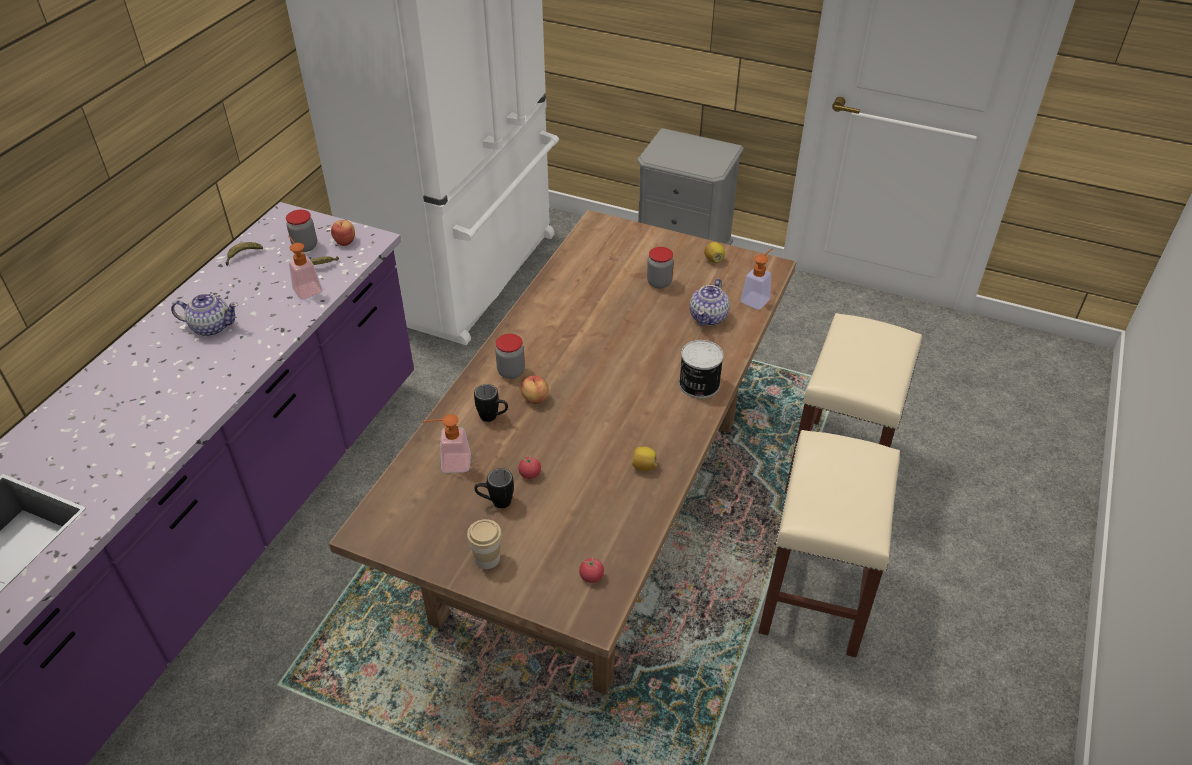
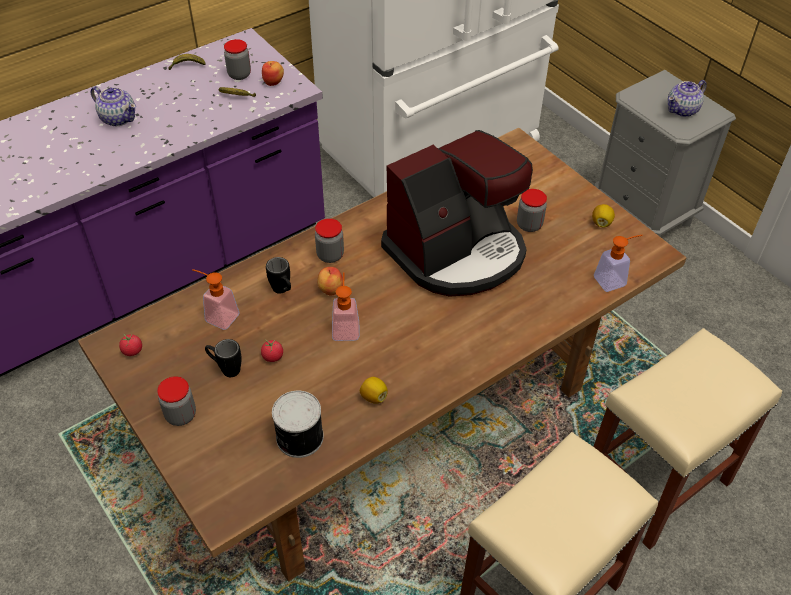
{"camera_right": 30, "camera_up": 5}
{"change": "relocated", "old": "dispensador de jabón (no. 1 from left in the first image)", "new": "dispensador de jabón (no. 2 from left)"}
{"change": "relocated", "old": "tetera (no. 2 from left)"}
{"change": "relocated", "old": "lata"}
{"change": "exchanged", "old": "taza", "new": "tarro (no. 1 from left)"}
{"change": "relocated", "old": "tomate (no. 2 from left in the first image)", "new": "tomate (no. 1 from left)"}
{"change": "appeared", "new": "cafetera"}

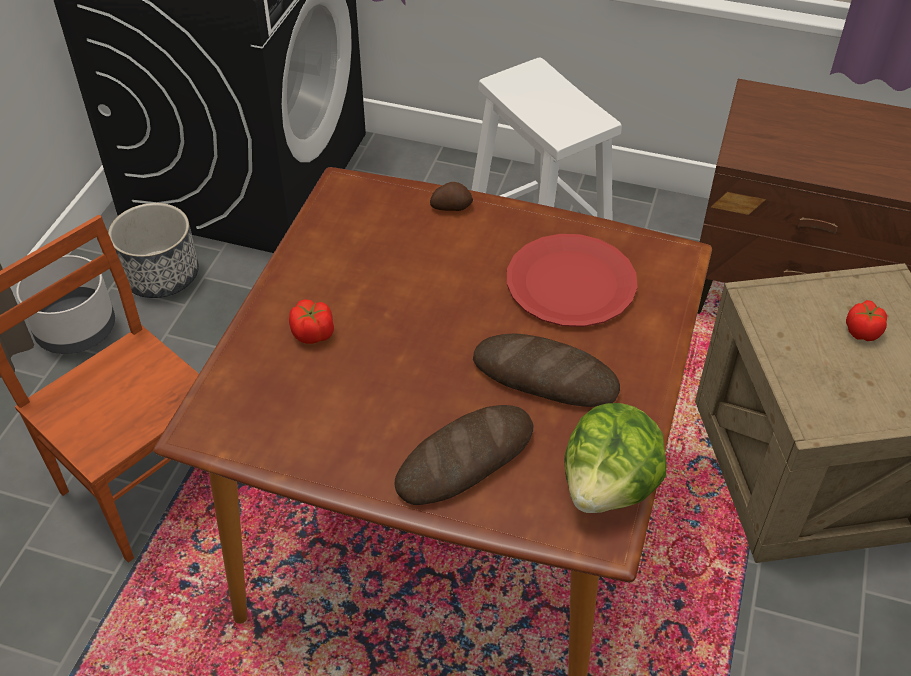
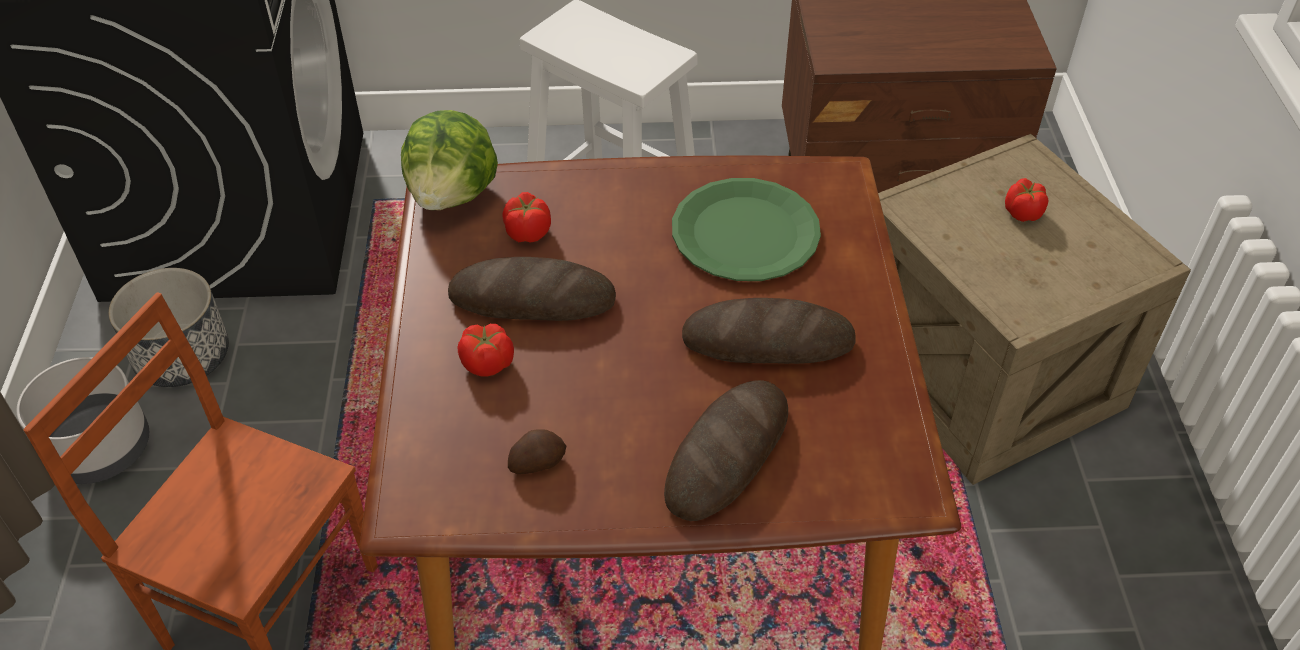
{"camera_right": -20, "camera_up": 0}
{"change": "relocated", "old": "patata"}
{"change": "colour", "old": "plato [rojo]", "new": "plato [verde]"}
{"change": "relocated", "old": "lechuga"}
{"change": "appeared", "new": "tomate (no. 2 from left)"}
{"change": "appeared", "new": "pan (no. 1 from left)"}

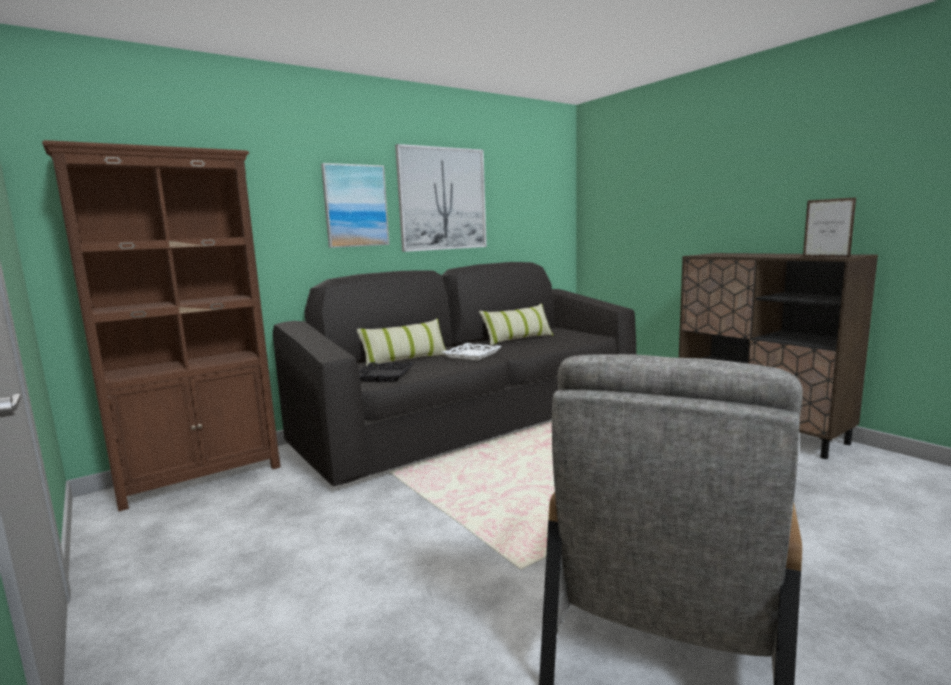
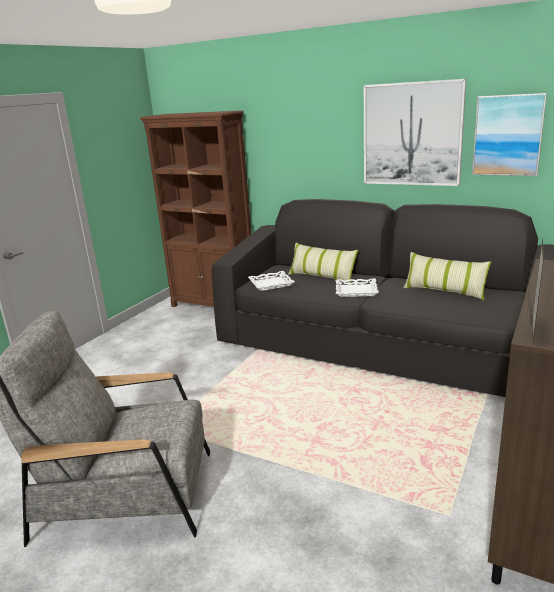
{"camera_right": 65, "camera_up": 10}
{"change": "relocated", "old": "cuadro (no. 1 from left in the first image)", "new": "cuadro (no. 2 from left)"}
{"change": "colour", "old": "bandeja [negro]", "new": "bandeja [blanco] (no. 1 from left)"}

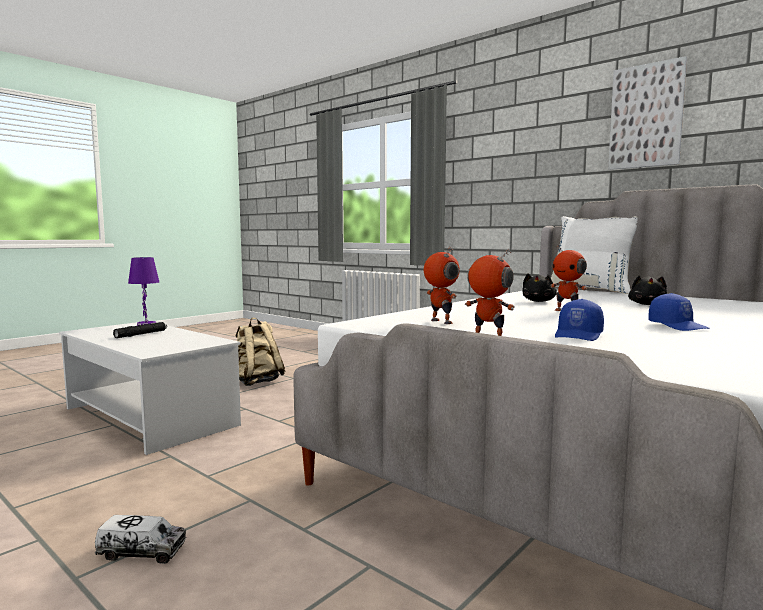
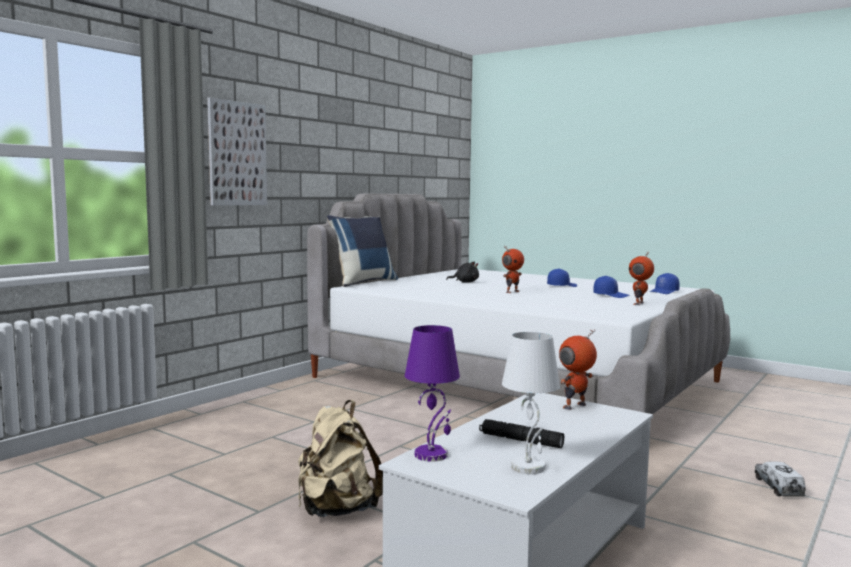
{"camera_right": -95, "camera_up": 0}
{"change": "relocated", "old": "cuadro"}
{"change": "colour", "old": "cojín [blanco]", "new": "cojín [azul]"}
{"change": "relocated", "old": "robot de juguete (no. 1 from left in the first image)", "new": "robot de juguete (no. 2 from left)"}
{"change": "missing", "old": "peluche [negro] (no. 1 from left)"}
{"change": "appeared", "new": "gorra [azul] (no. 3 from left)"}
{"change": "appeared", "new": "lámpara de mesa [blanco]"}

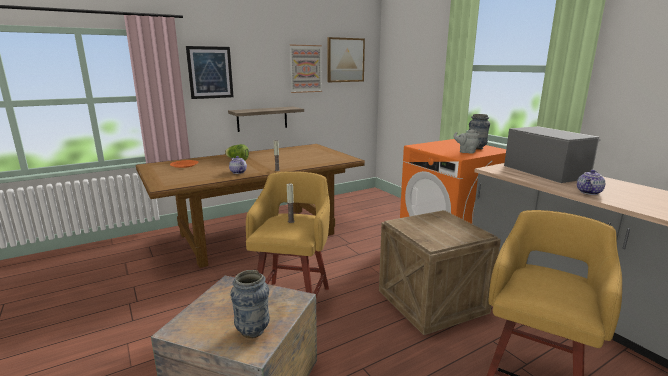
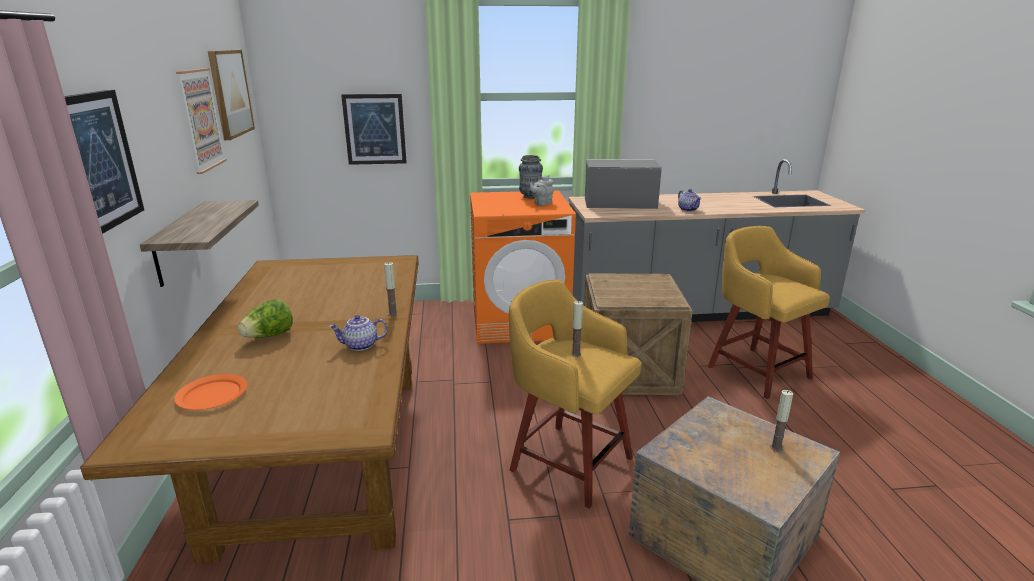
{"camera_right": -65, "camera_up": 5}
{"change": "exchanged", "old": "florero (no. 1 from left)", "new": "vela (no. 3 from left)"}
{"change": "appeared", "new": "cuadro (no. 4 from left)"}

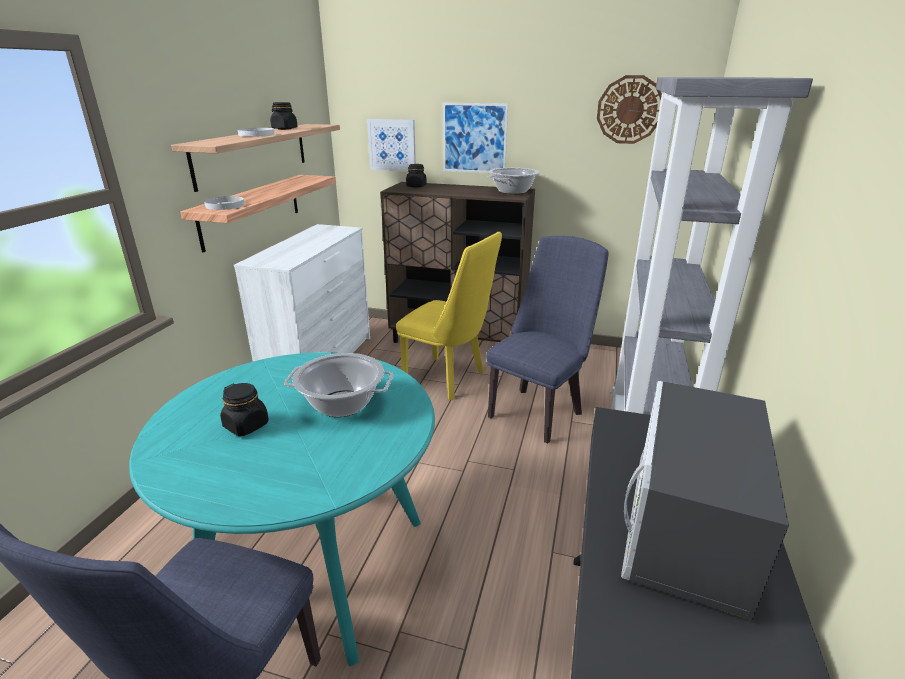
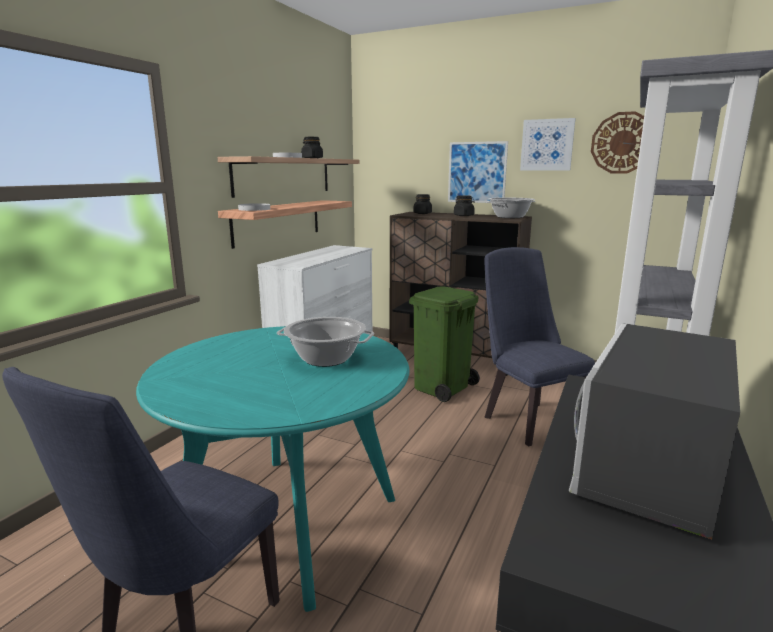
{"camera_right": 10, "camera_up": -10}
{"change": "relocated", "old": "cuadro (no. 1 from left in the first image)", "new": "cuadro (no. 2 from left)"}
{"change": "exchanged", "old": "silla [amarillo]", "new": "papelera [verde]"}
{"change": "spun", "old": "silla [azul] (no. 2 from left)", "degrees": -75}
{"change": "relocated", "old": "tarro [negro] (no. 1 from left in the first image)", "new": "tarro [negro] (no. 3 from left)"}

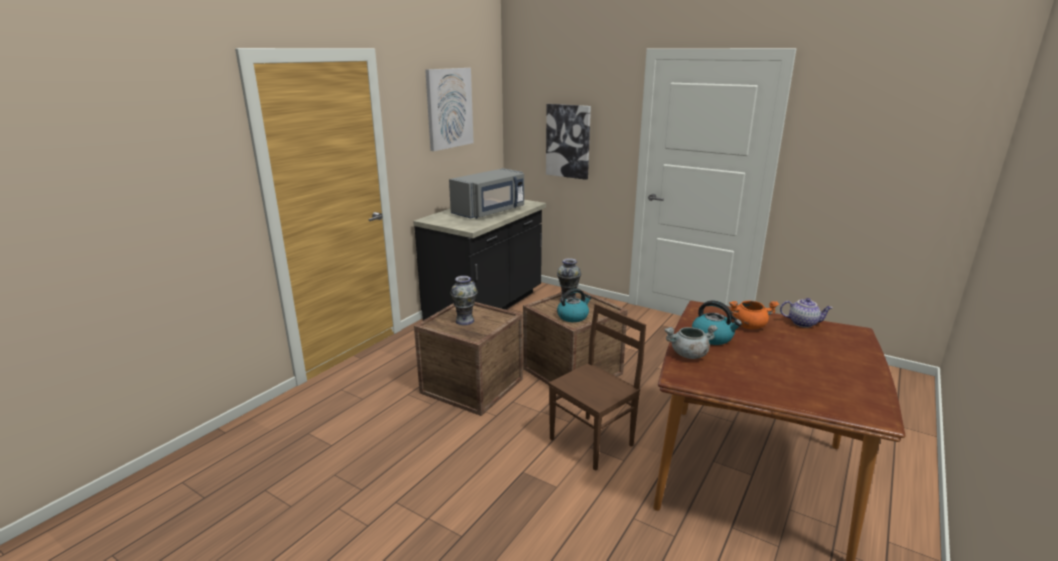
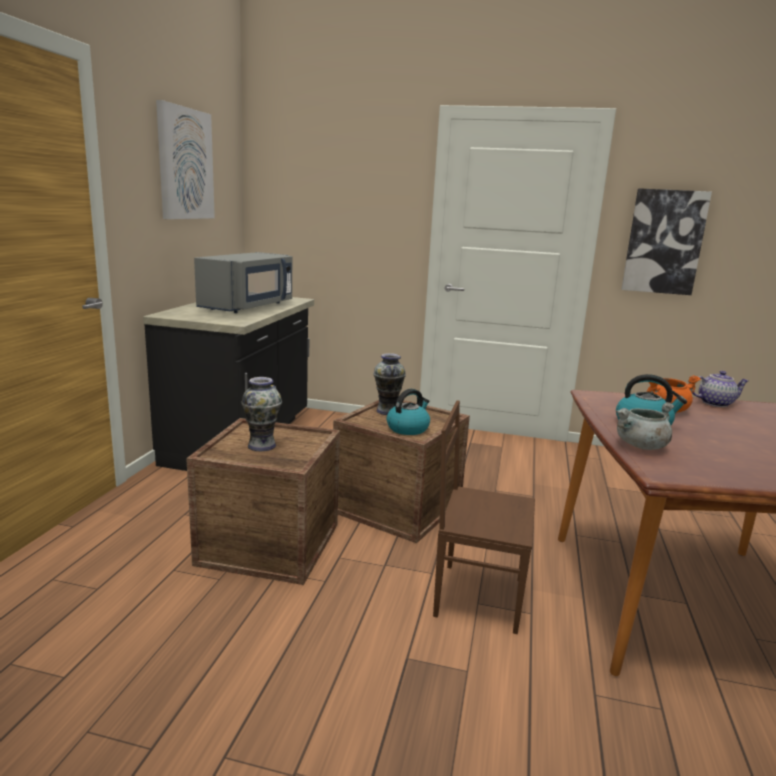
{"camera_right": -20, "camera_up": -5}
{"change": "relocated", "old": "cuadro (no. 2 from left)"}
{"change": "spun", "old": "silla [marrón]", "degrees": -105}

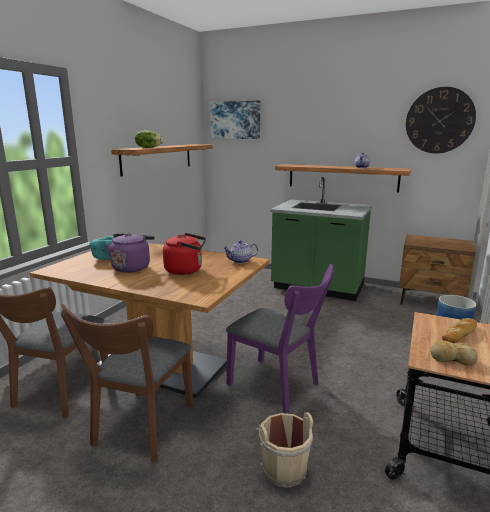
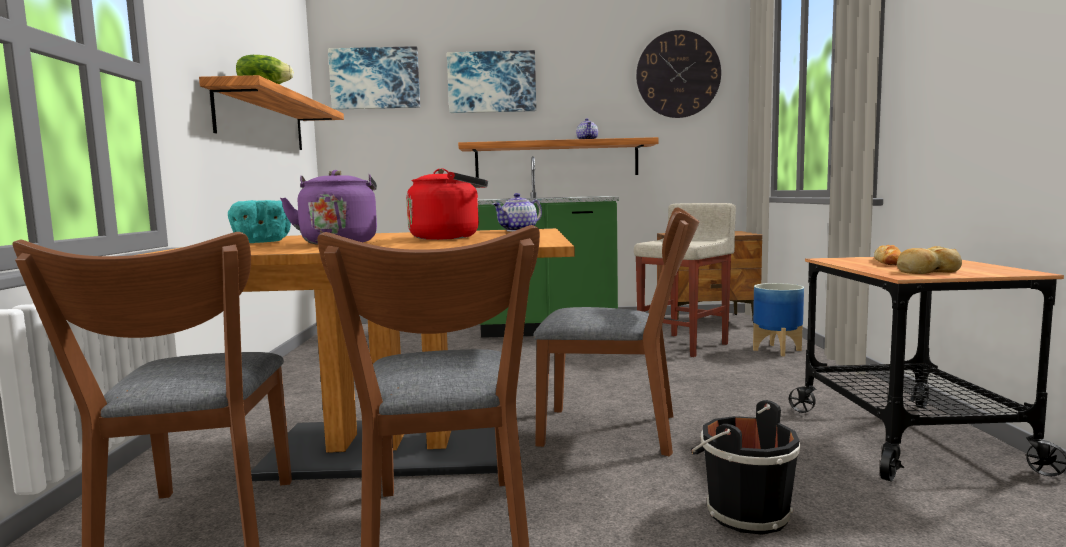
{"camera_right": -25, "camera_up": -10}
{"change": "colour", "old": "silla [morado]", "new": "silla [marrón] (no. 3 from left)"}
{"change": "colour", "old": "cubo [beis]", "new": "cubo [negro]"}
{"change": "appeared", "new": "cuadro (no. 2 from left)"}
{"change": "appeared", "new": "taburete [beis]"}

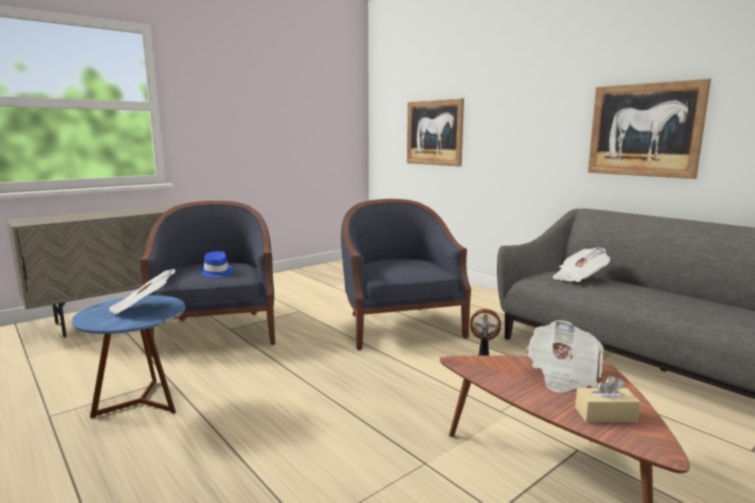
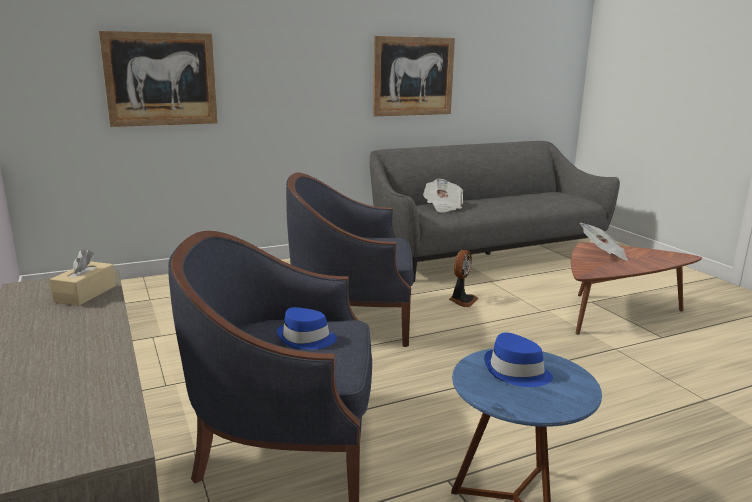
{"camera_right": -75, "camera_up": 5}
{"change": "exchanged", "old": "periódico (no. 1 from left)", "new": "sombrero [azul] (no. 2 from left)"}
{"change": "relocated", "old": "caja de pañuelos [beis]"}

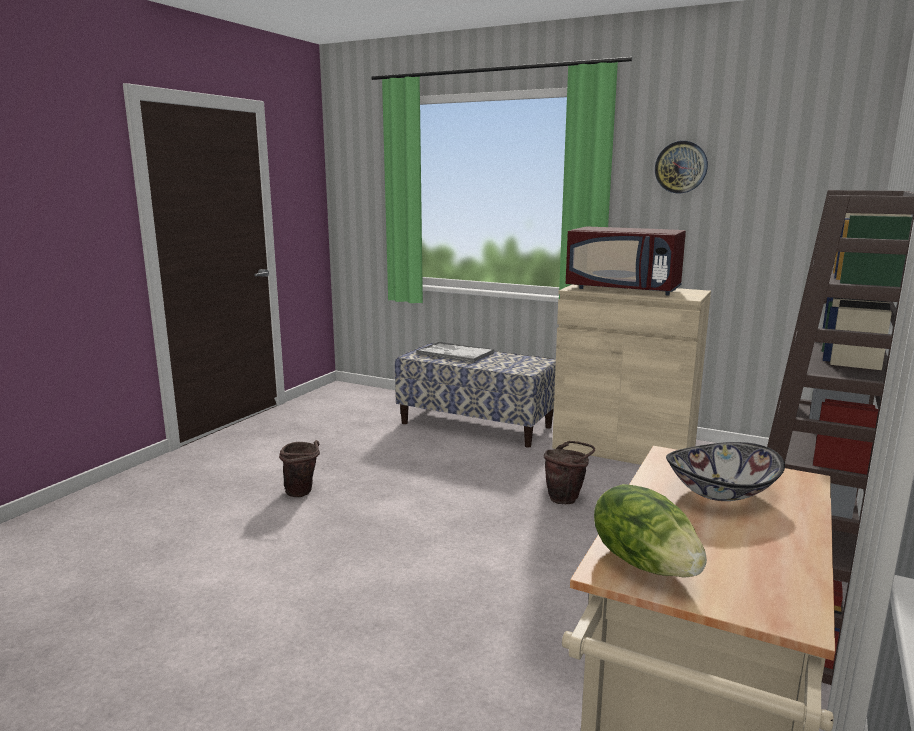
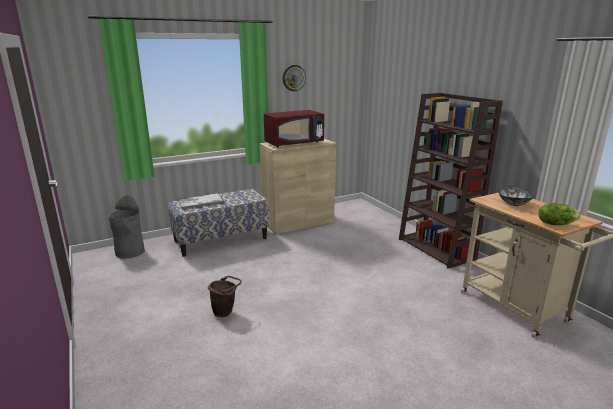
{"camera_right": -55, "camera_up": 5}
{"change": "missing", "old": "cubo [marrón] (no. 2 from left)"}
{"change": "appeared", "new": "papelera [gris]"}

